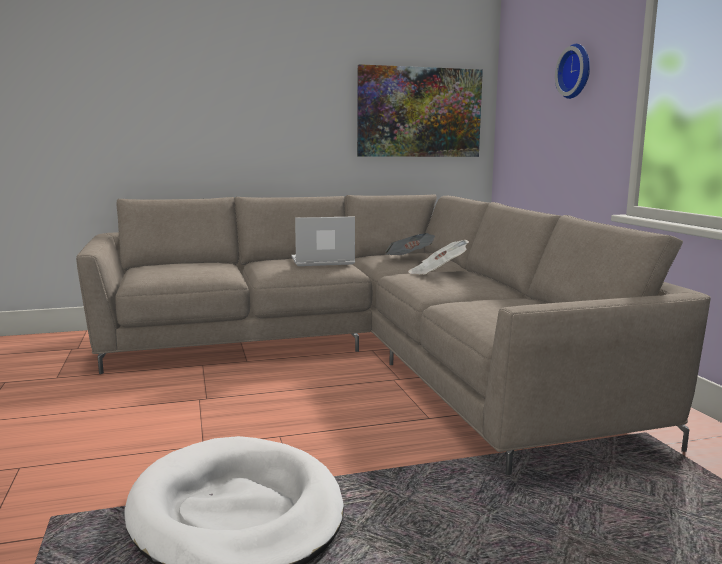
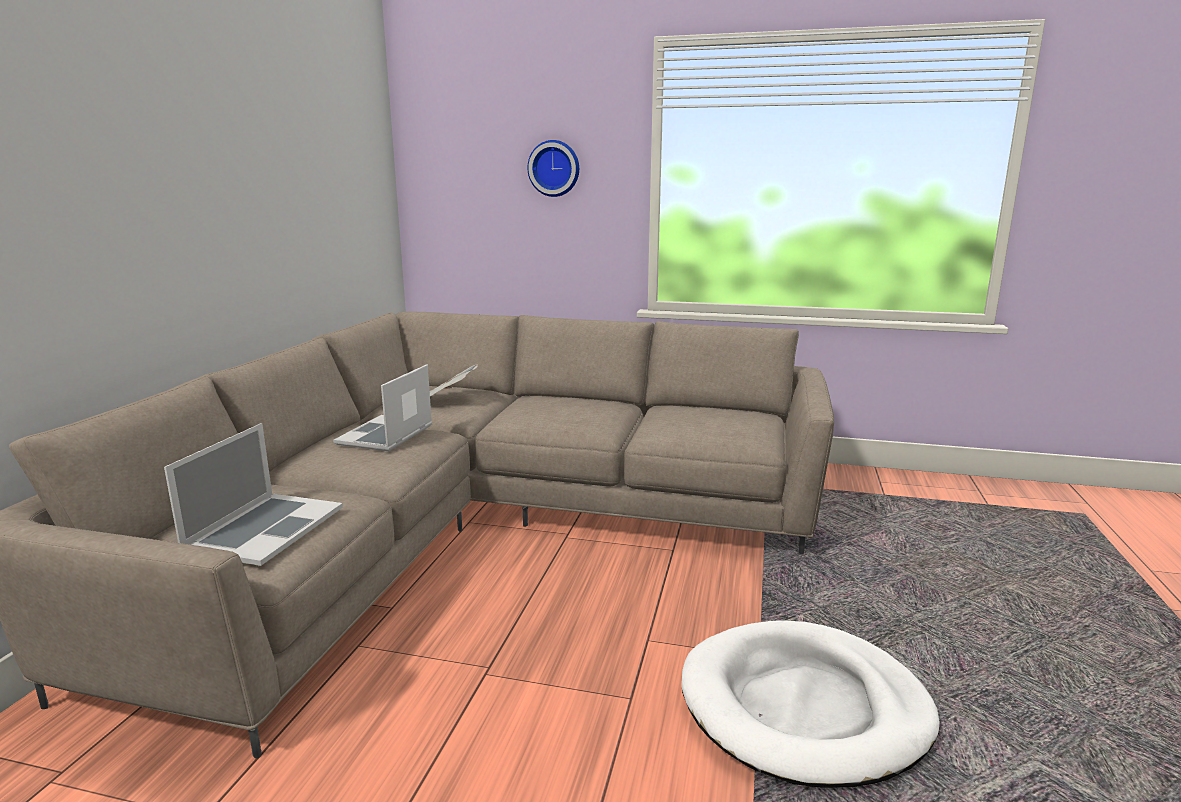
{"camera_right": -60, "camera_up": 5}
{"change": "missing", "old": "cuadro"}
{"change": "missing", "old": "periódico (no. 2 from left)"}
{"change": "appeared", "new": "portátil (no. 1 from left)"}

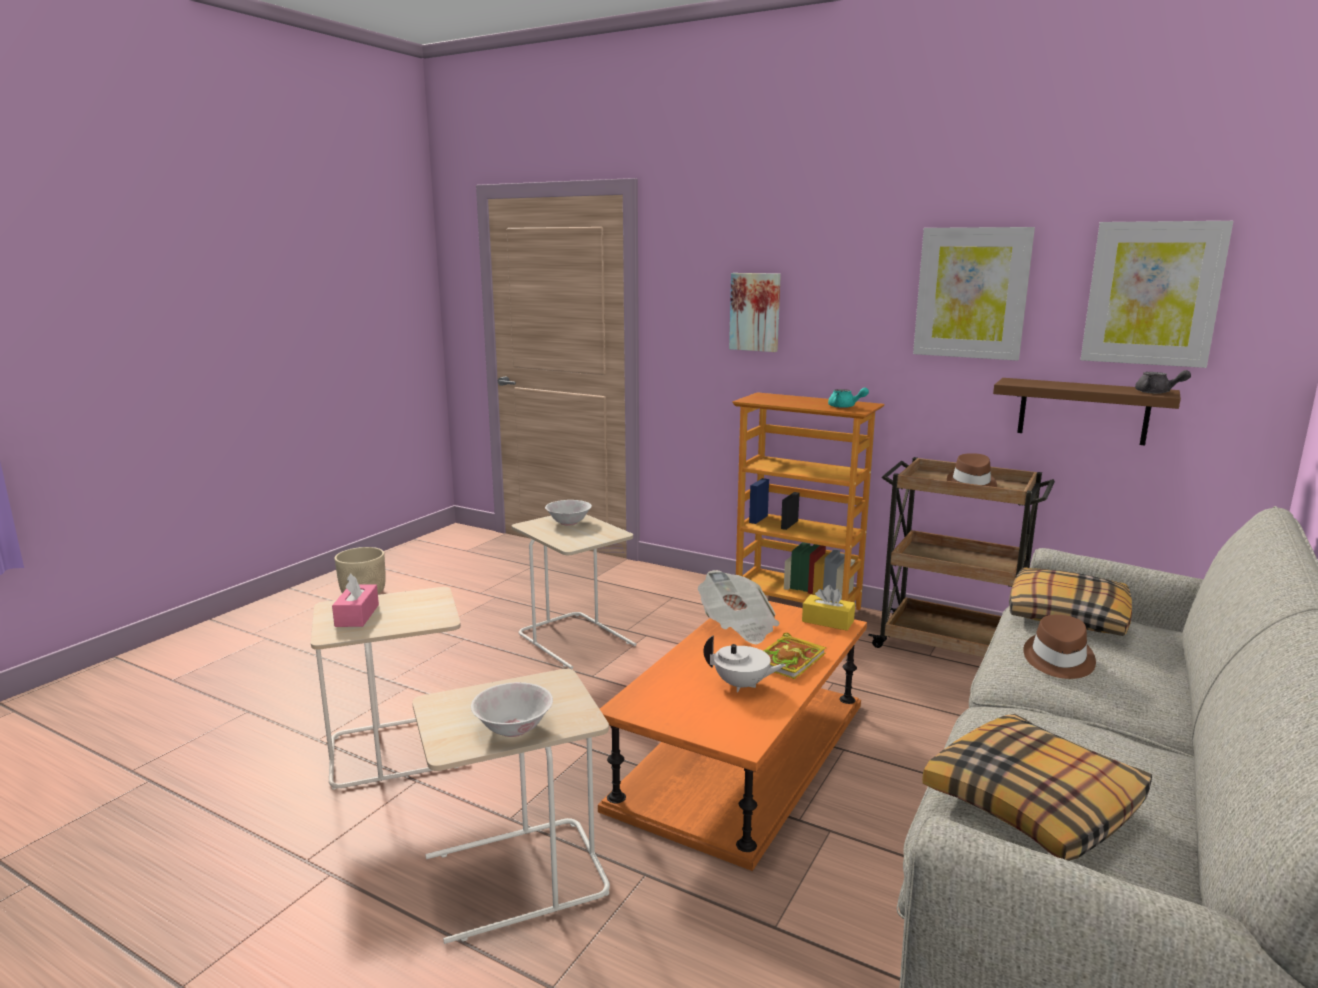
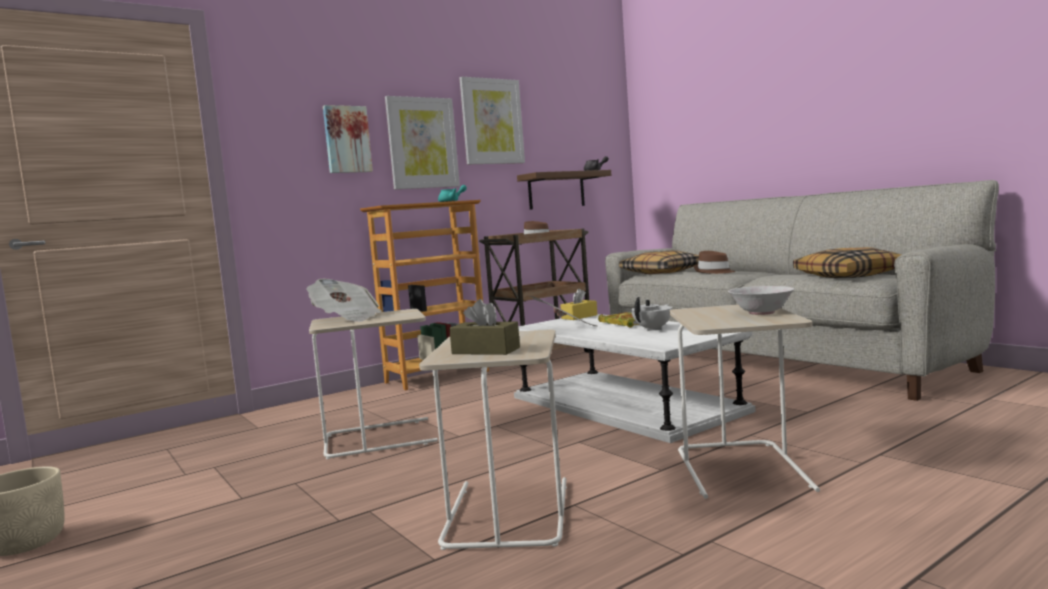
{"camera_right": -65, "camera_up": -10}
{"change": "relocated", "old": "cuadro (no. 3 from left in the first image)", "new": "cuadro (no. 2 from left)"}
{"change": "exchanged", "old": "cuenco [blanco] (no. 2 from left)", "new": "periódico (no. 1 from left)"}
{"change": "colour", "old": "caja de pañuelos [rosa]", "new": "caja de pañuelos [marrón]"}
{"change": "colour", "old": "mesa de centro [naranja]", "new": "mesa de centro [blanco]"}

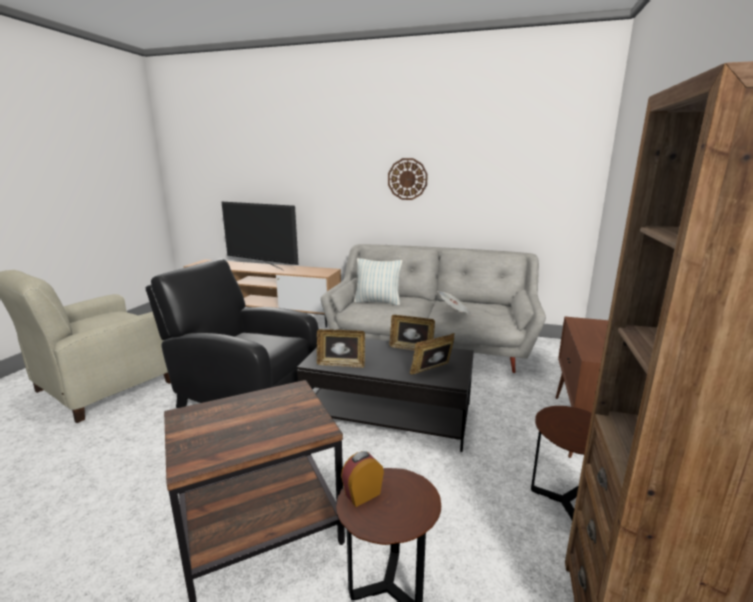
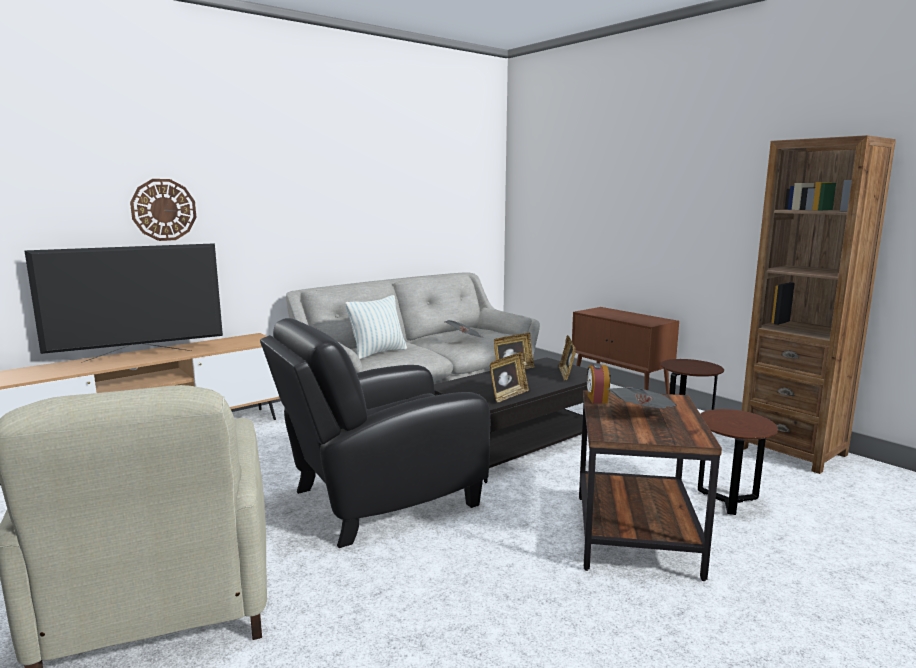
{"camera_right": -55, "camera_up": -5}
{"change": "relocated", "old": "reloj de pared"}
{"change": "relocated", "old": "despertador"}
{"change": "appeared", "new": "periódico (no. 2 from left)"}

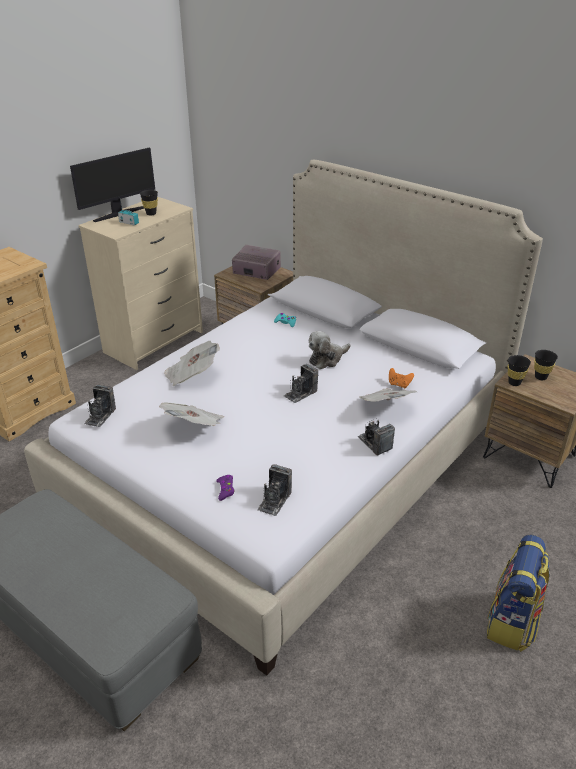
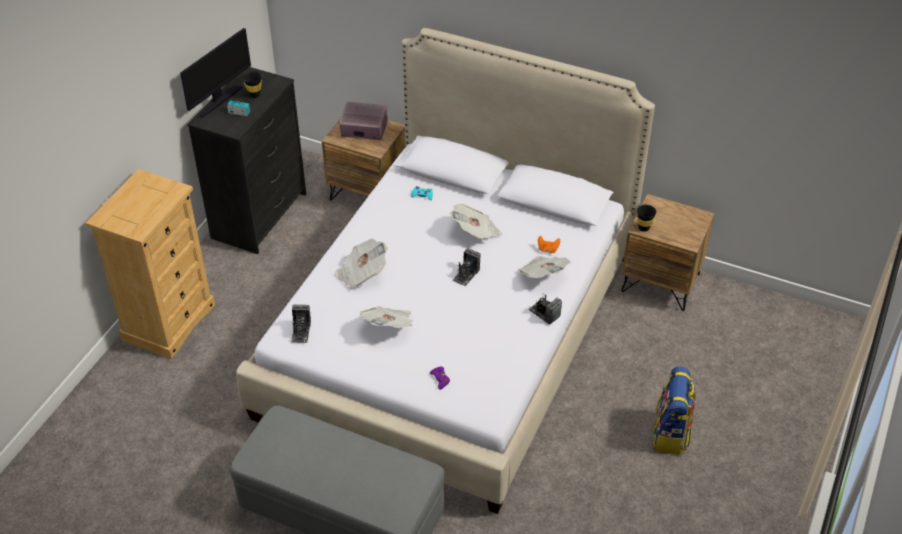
{"camera_right": -15, "camera_up": 10}
{"change": "colour", "old": "cómoda [beis] (no. 2 from left)", "new": "cómoda [negro]"}
{"change": "exchanged", "old": "peluche", "new": "periódico (no. 3 from left)"}
{"change": "missing", "old": "taza [negro] (no. 3 from left)"}
{"change": "missing", "old": "cámara (no. 2 from left)"}

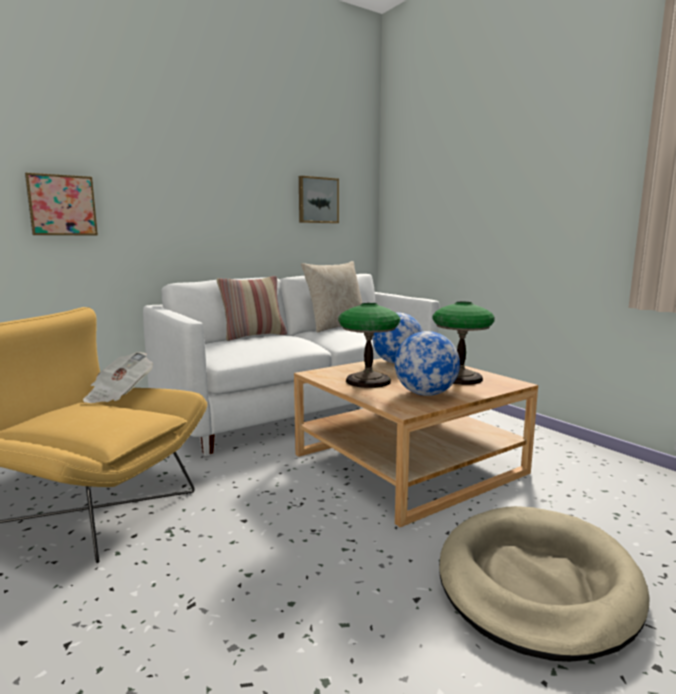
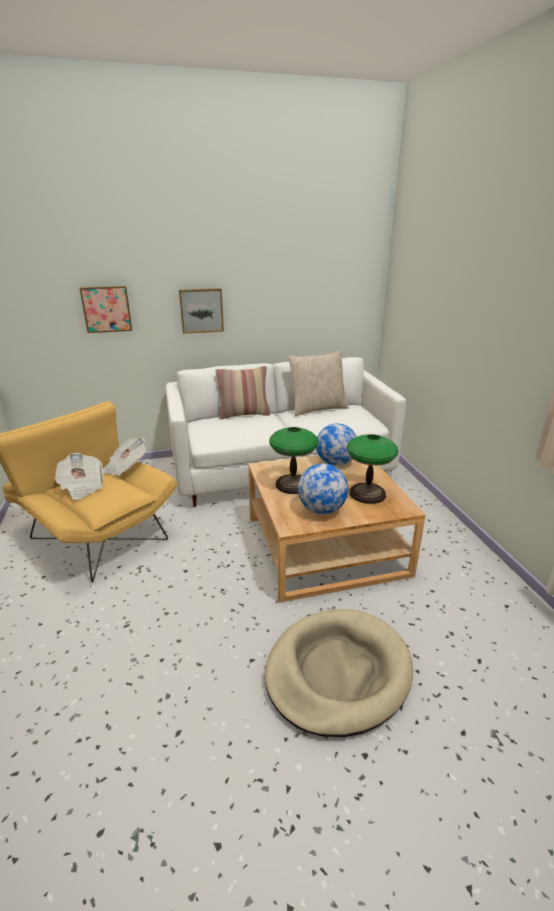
{"camera_right": 20, "camera_up": 15}
{"change": "relocated", "old": "cuadro (no. 2 from left)"}
{"change": "appeared", "new": "periódico (no. 1 from left)"}

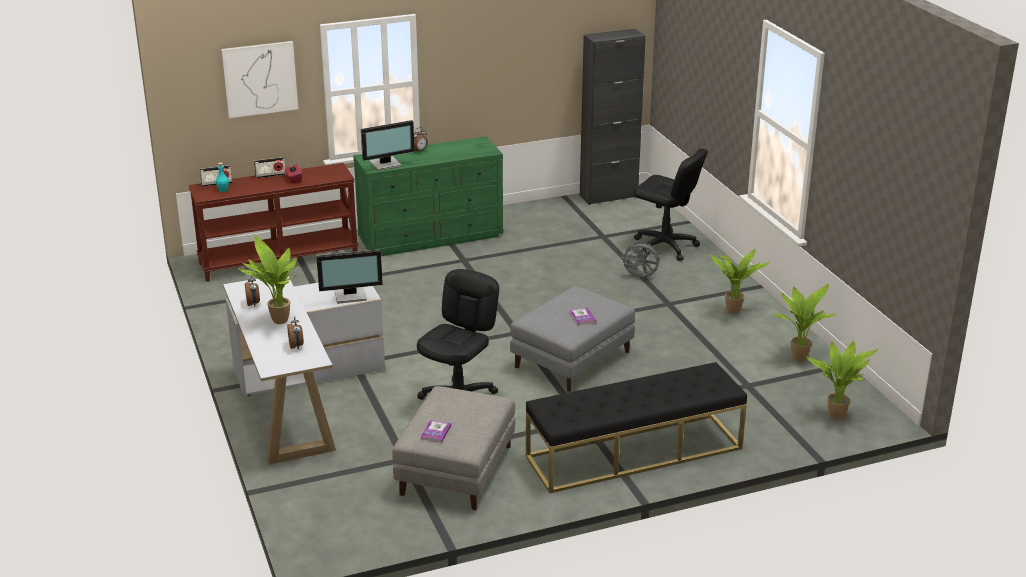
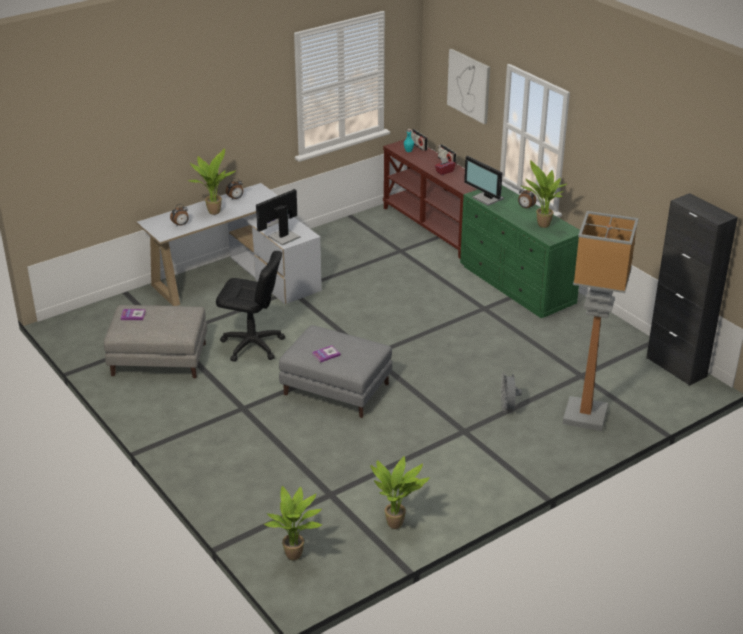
{"camera_right": 75, "camera_up": 5}
{"change": "exchanged", "old": "silla de oficina [negro] (no. 2 from left)", "new": "lámpara de pie"}
{"change": "spun", "old": "monitor (no. 1 from left)", "degrees": 75}
{"change": "relocated", "old": "planta en maceta (no. 2 from left in the first image)", "new": "planta en maceta (no. 4 from left)"}
{"change": "missing", "old": "banco [negro]"}

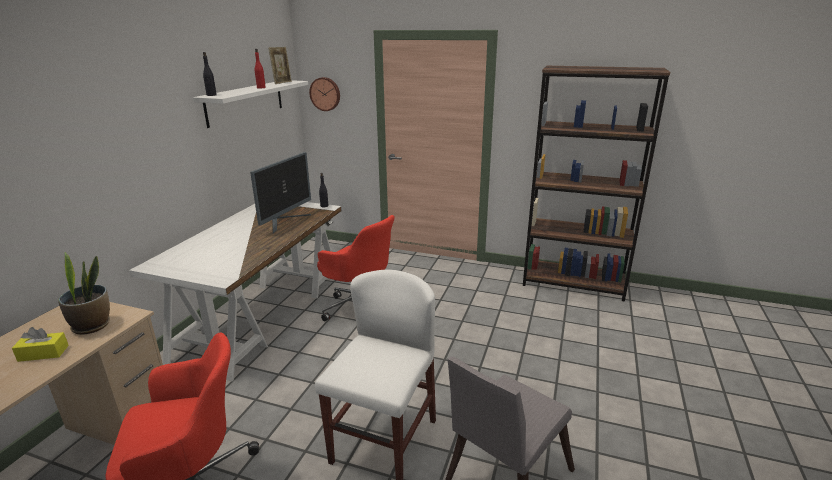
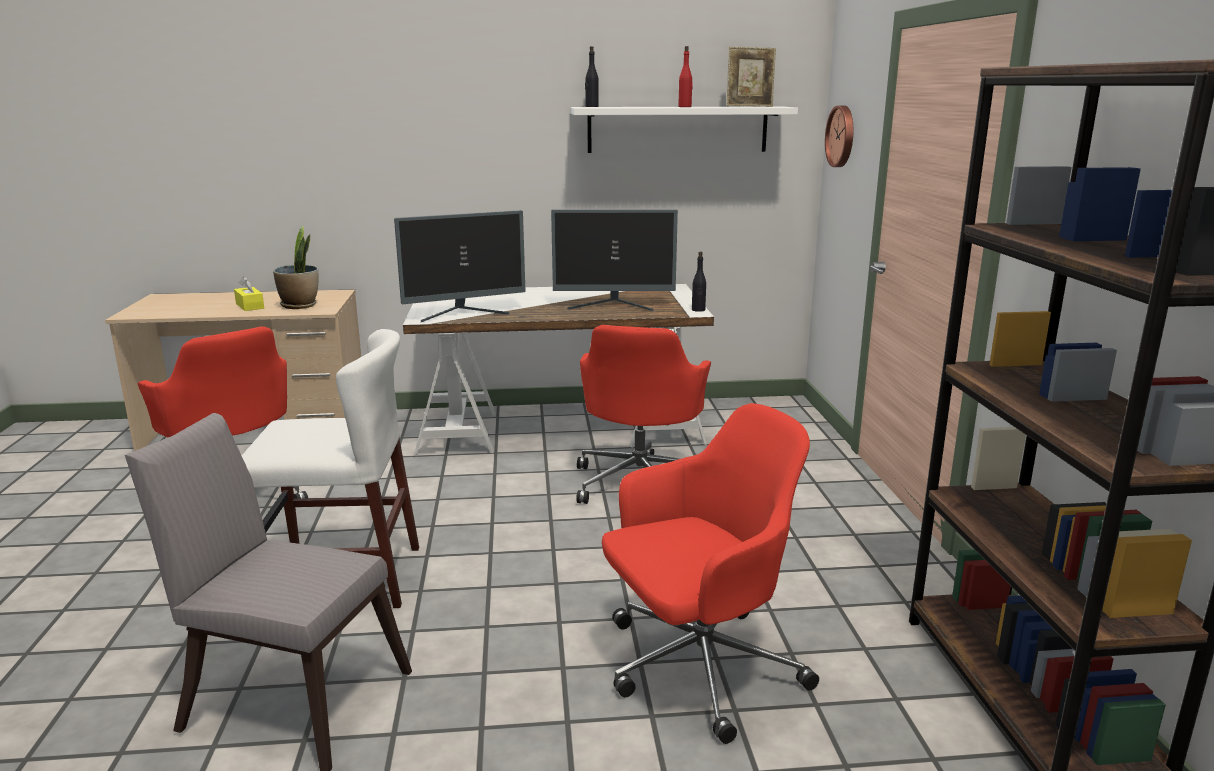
{"camera_right": 65, "camera_up": -5}
{"change": "appeared", "new": "monitor (no. 1 from left)"}
{"change": "appeared", "new": "silla de oficina [rojo] (no. 3 from left)"}

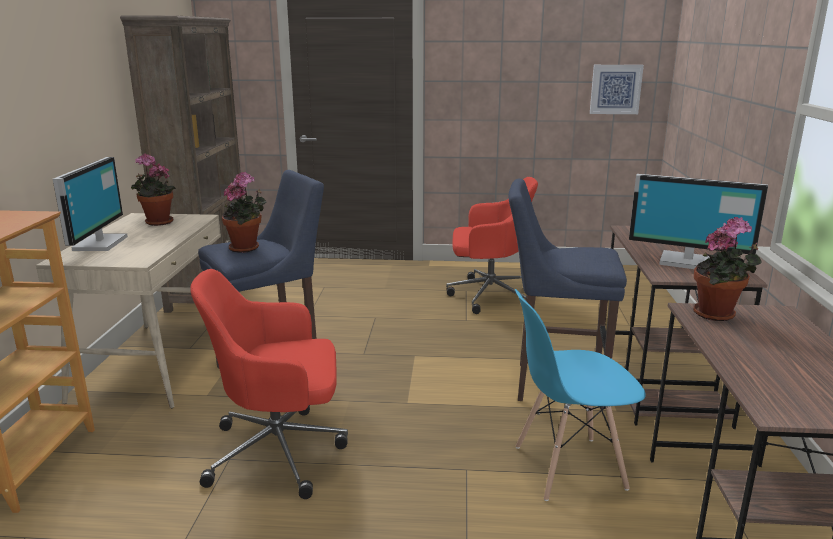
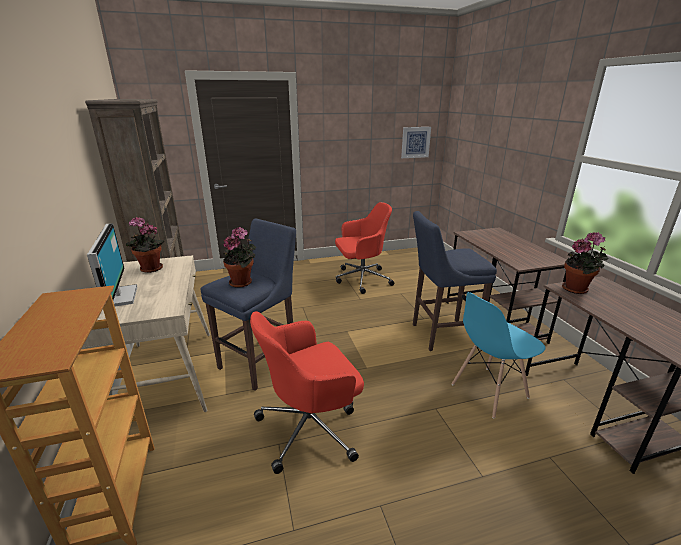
{"camera_right": -20, "camera_up": 5}
{"change": "missing", "old": "monitor (no. 2 from left)"}

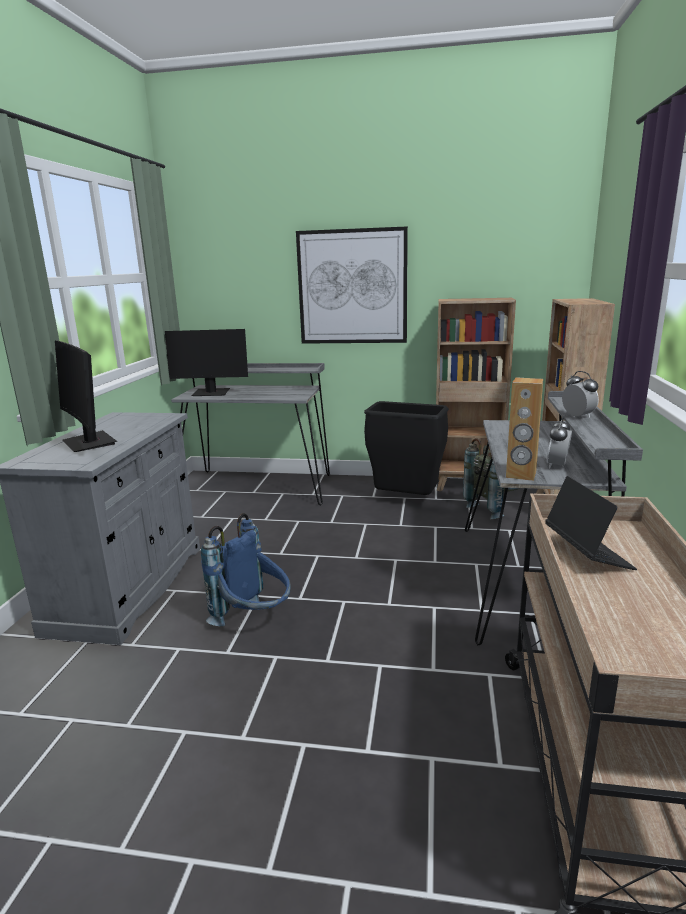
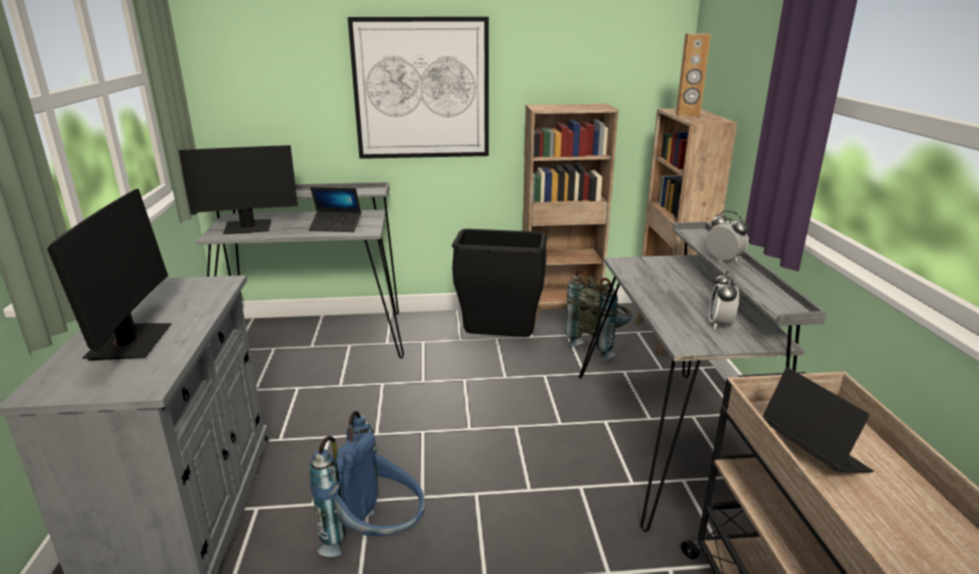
{"camera_right": -15, "camera_up": 5}
{"change": "spun", "old": "monitor (no. 1 from left)", "degrees": -135}
{"change": "relocated", "old": "altavoz [marrón]"}
{"change": "appeared", "new": "portátil (no. 1 from left)"}

